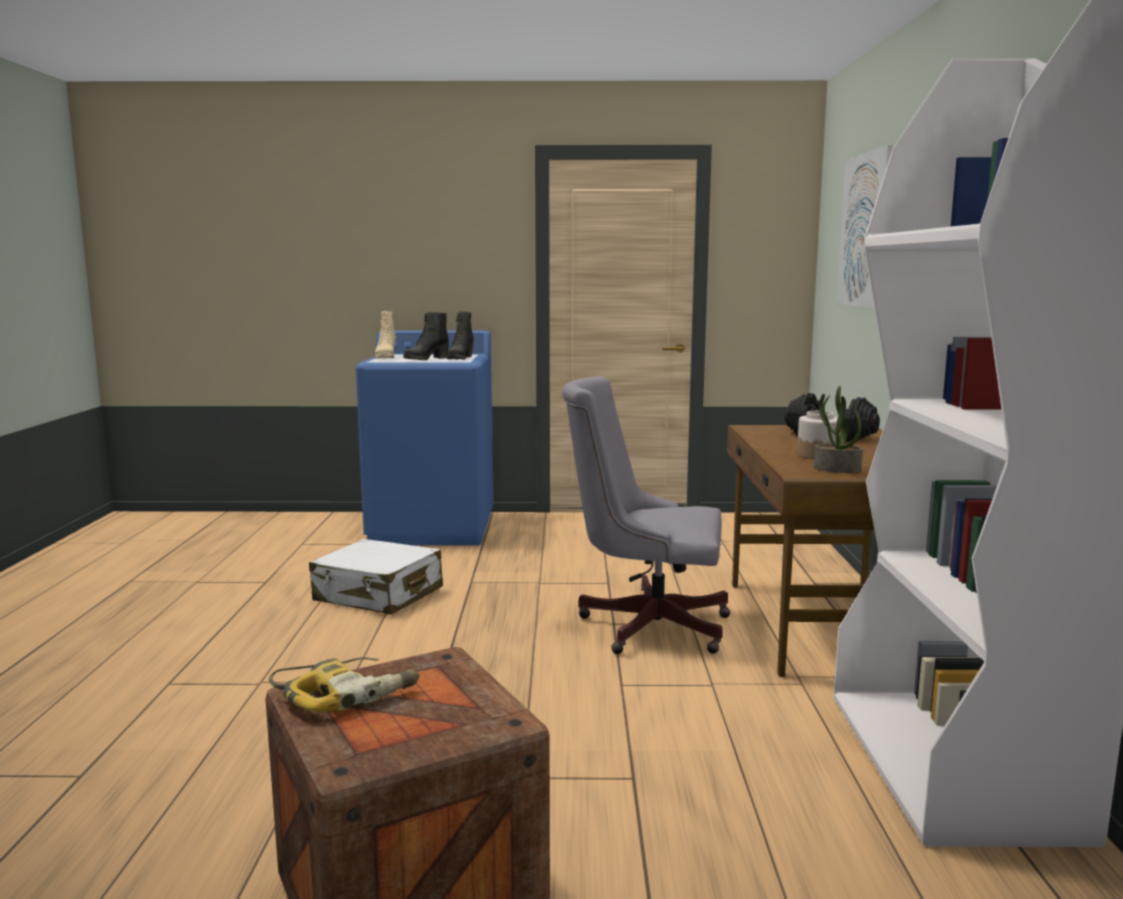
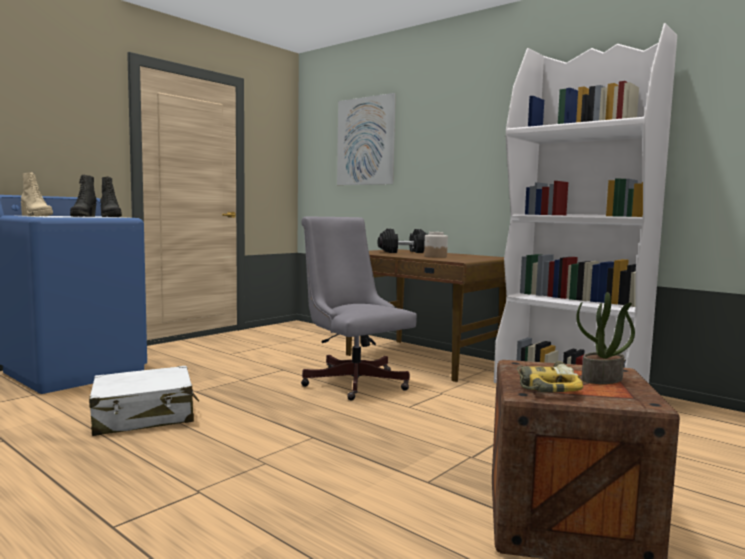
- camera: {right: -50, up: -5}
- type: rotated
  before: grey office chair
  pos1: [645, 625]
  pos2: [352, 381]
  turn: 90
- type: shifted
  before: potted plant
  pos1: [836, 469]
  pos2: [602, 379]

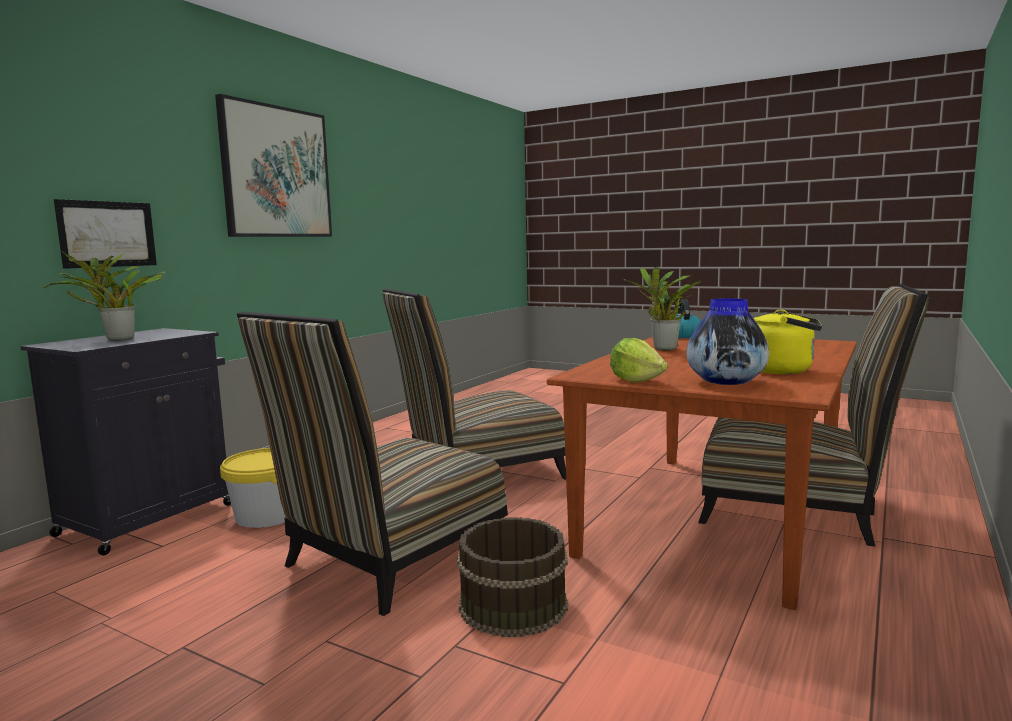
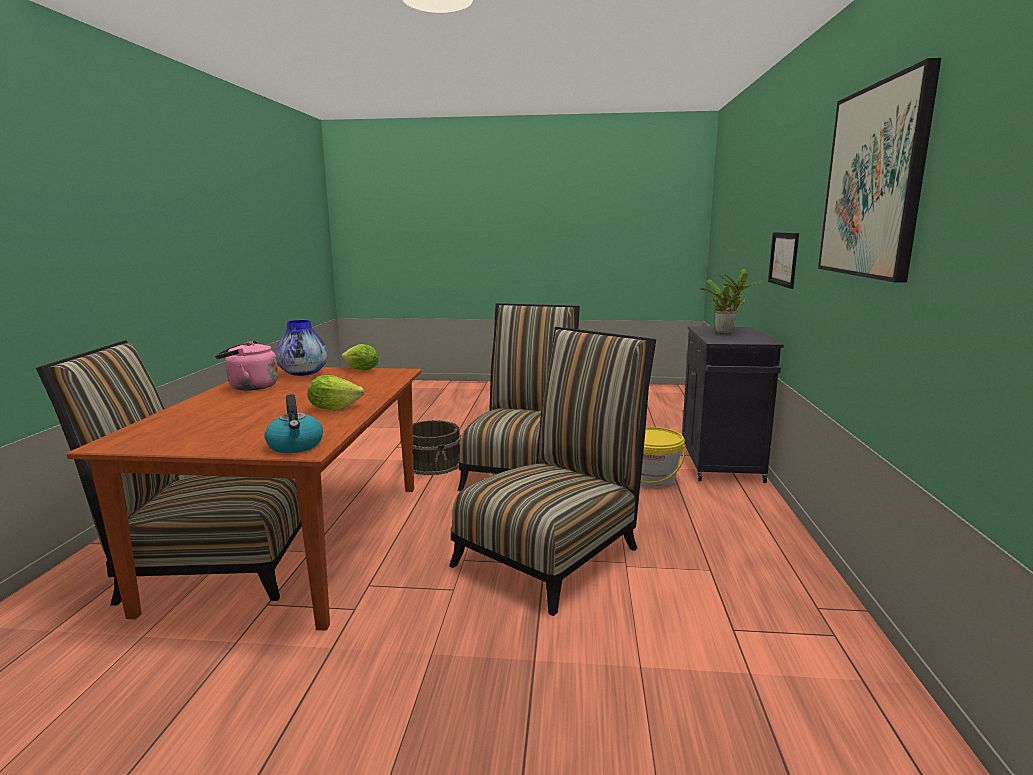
- camera: {right: 155, up: 5}
- type: swapped
  before: potted plant
  after: lettuce
  pos1: [663, 349]
  pos2: [333, 408]
- type: repainted
  before: yellow kettle
  after: pink kettle
  pos1: [783, 371]
  pos2: [250, 387]

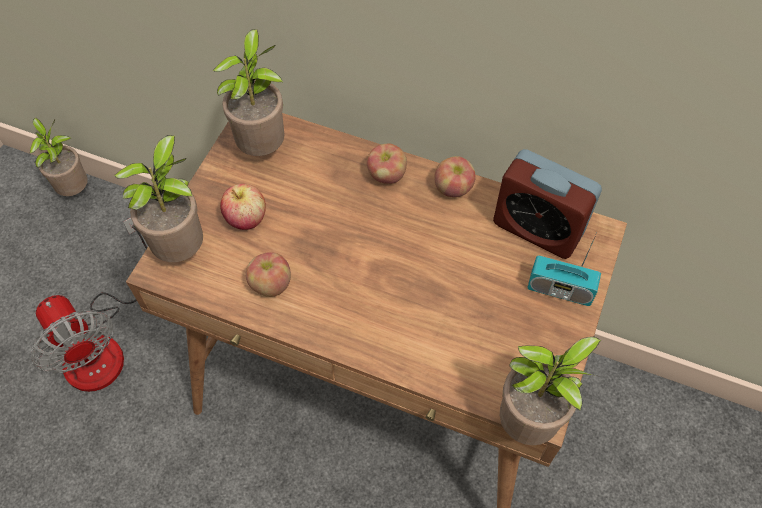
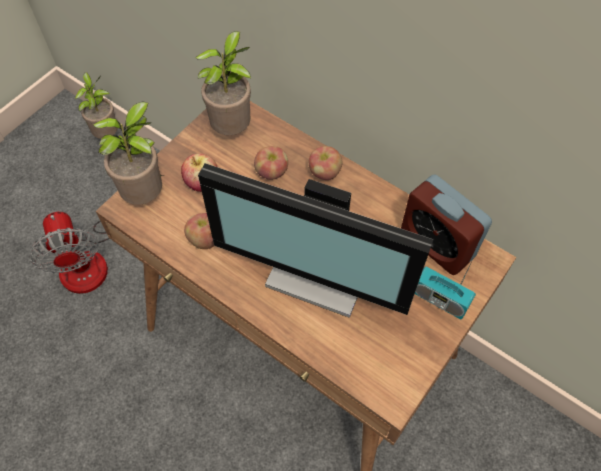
- camera: {right: 15, up: 0}
- type: shifted
  before: apple
  pos1: [453, 188]
  pos2: [271, 172]
- type: gone
  before: potted plant
  pos1: [529, 422]
- type: new
  after: monitor
  pos2: [322, 270]

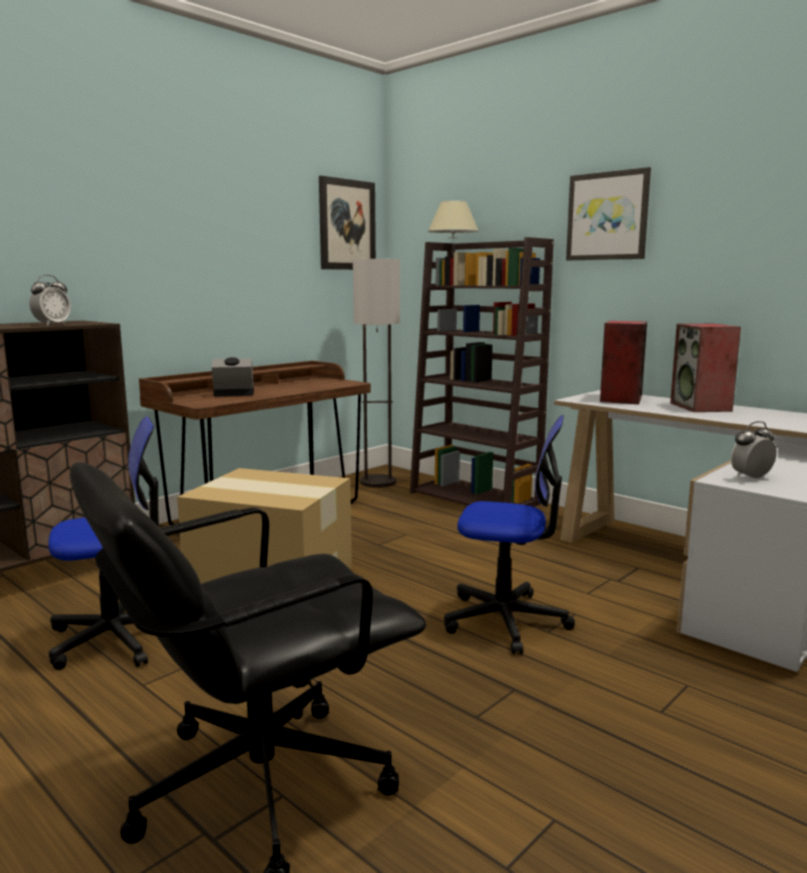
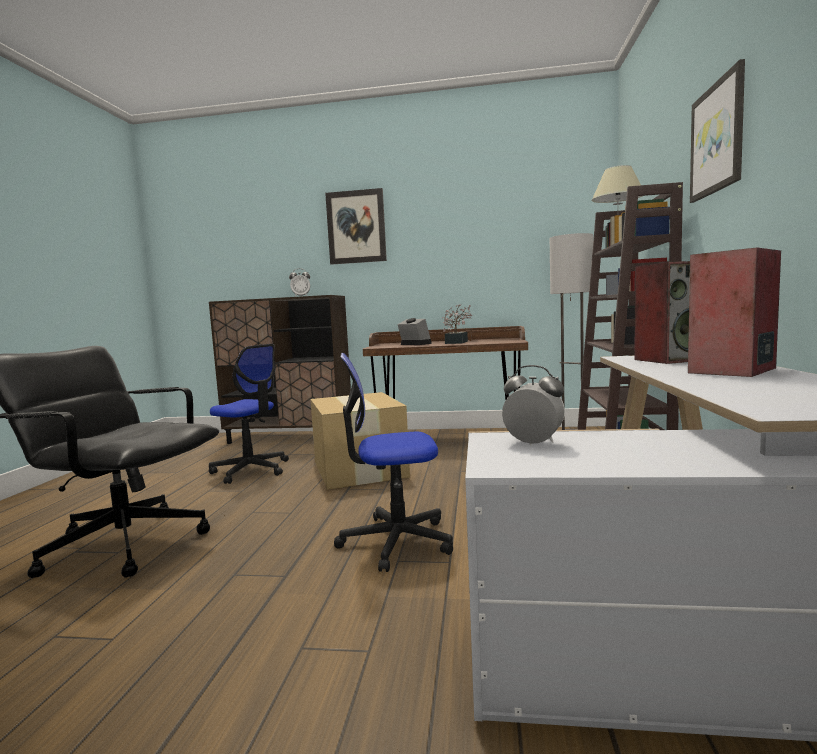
- camera: {right: 55, up: -5}
- type: shifted
  before: picture
  pos1: [347, 225]
  pos2: [356, 227]
- type: rotated
  before: office chair
  pos1: [506, 620]
  pos2: [396, 541]
  turn: 105
- type: new
  after: potted plant
  pos2: [457, 342]

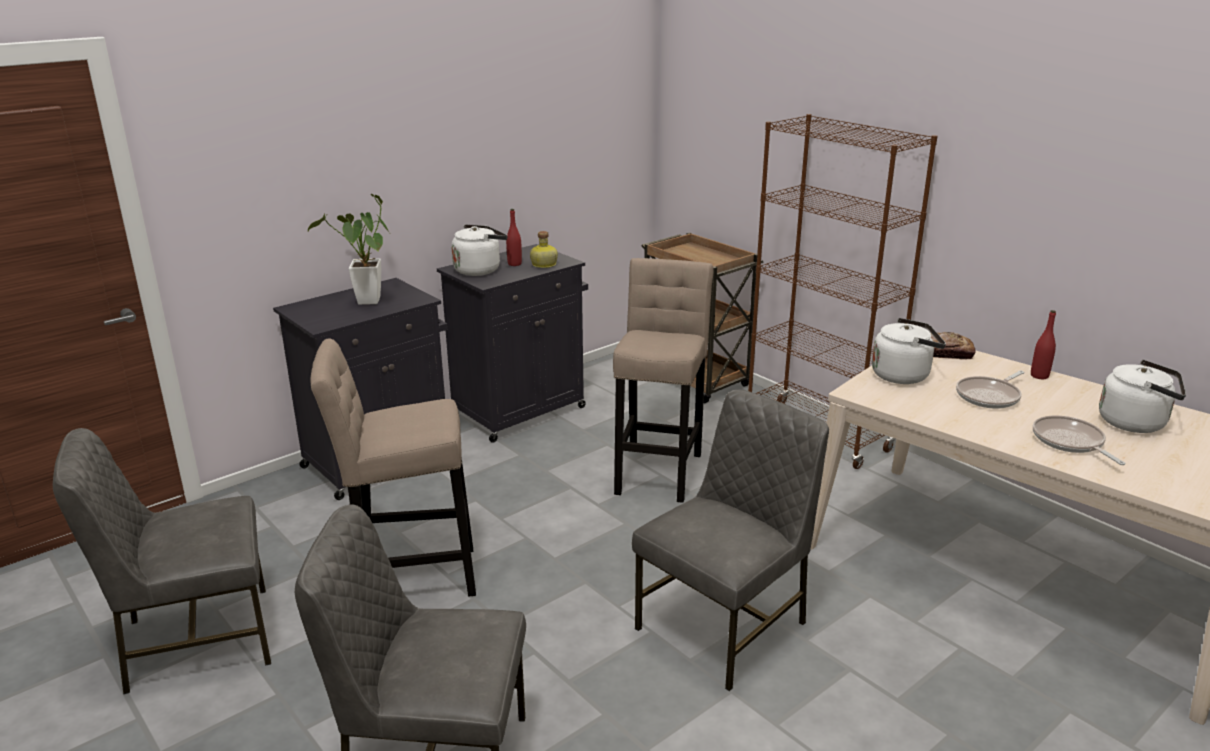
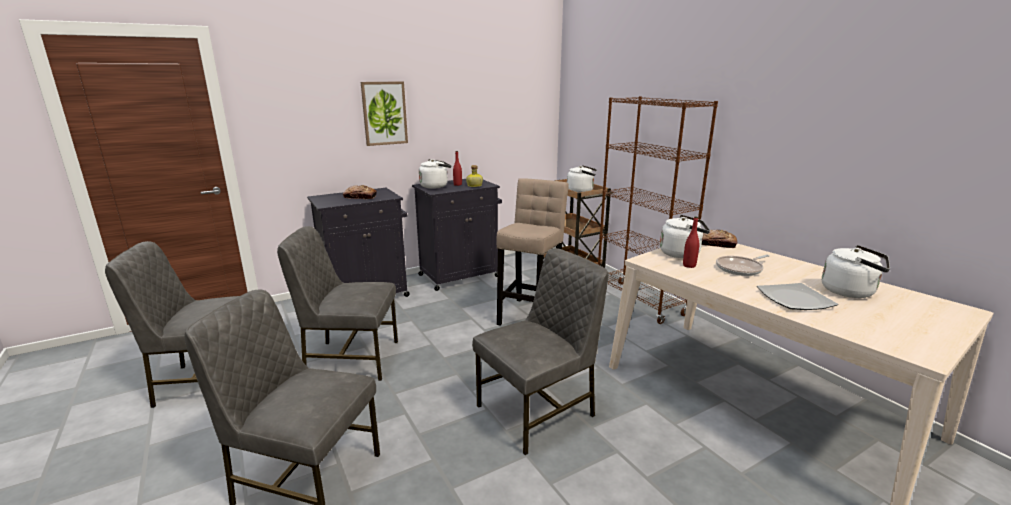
- camera: {right: 10, up: -5}
- type: swapped
  before: potted plant
  after: bread
  pos1: [367, 303]
  pos2: [360, 197]
- type: shifted
  before: red bottle
  pos1: [1039, 376]
  pos2: [689, 265]
- type: swapped
  before: beige stool
  after: grey chair
  pos1: [408, 577]
  pos2: [350, 359]
- type: swapped
  before: frying pan
  after: plate
  pos1: [1070, 442]
  pos2: [794, 299]
- type: new
  after: picture
  pos2: [384, 113]
- type: new
  after: white kettle
  pos2: [581, 191]

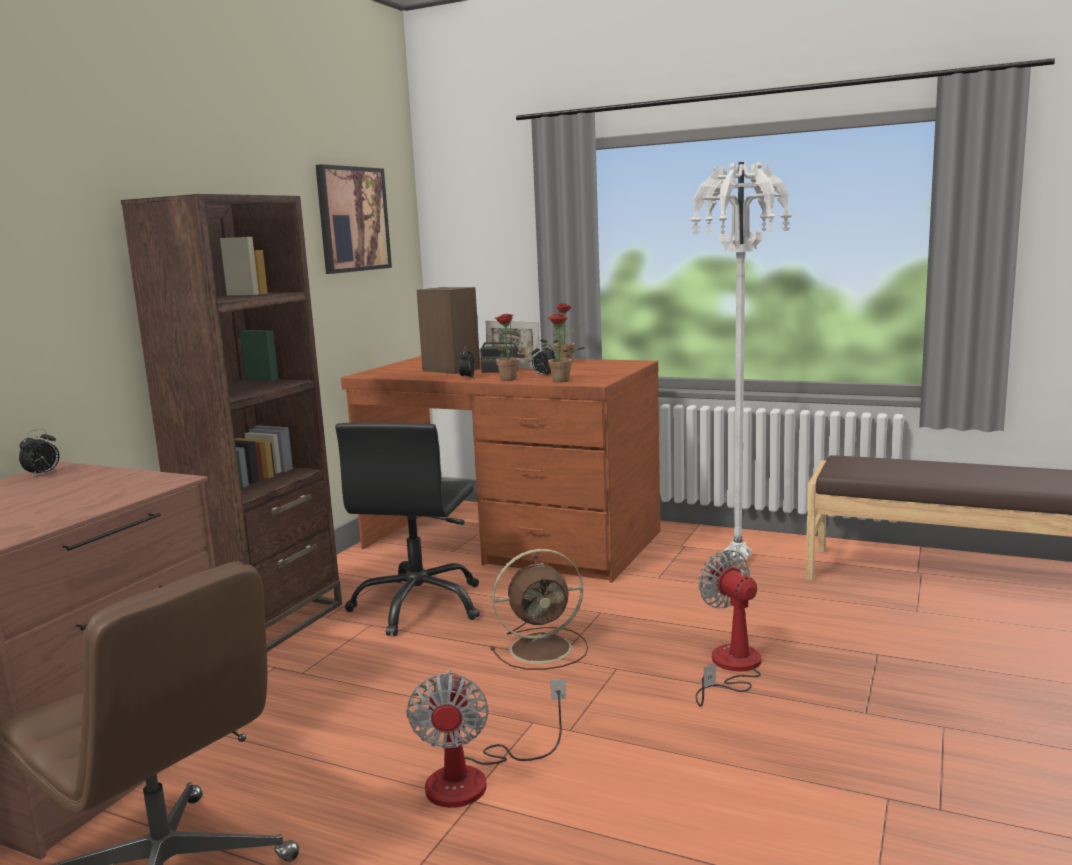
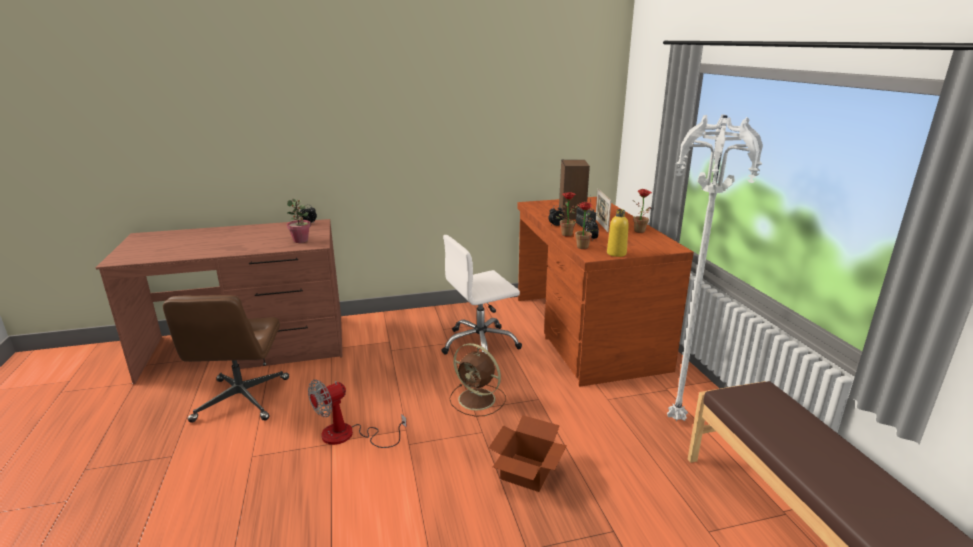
- camera: {right: 50, up: 10}
- type: gone
  before: picture
  pos1: [352, 219]
- type: gone
  before: brown bookcase
  pos1: [267, 623]
- type: repainted
  before: black office chair
  after: white office chair
  pos1: [419, 605]
  pos2: [480, 345]
- type: swapped
  before: fan
  after: cardboard box
  pos1: [731, 668]
  pos2: [525, 473]
- type: new
  after: potted plant
  pos2: [301, 240]
- type: new
  after: yellow bottle
  pos2: [616, 253]

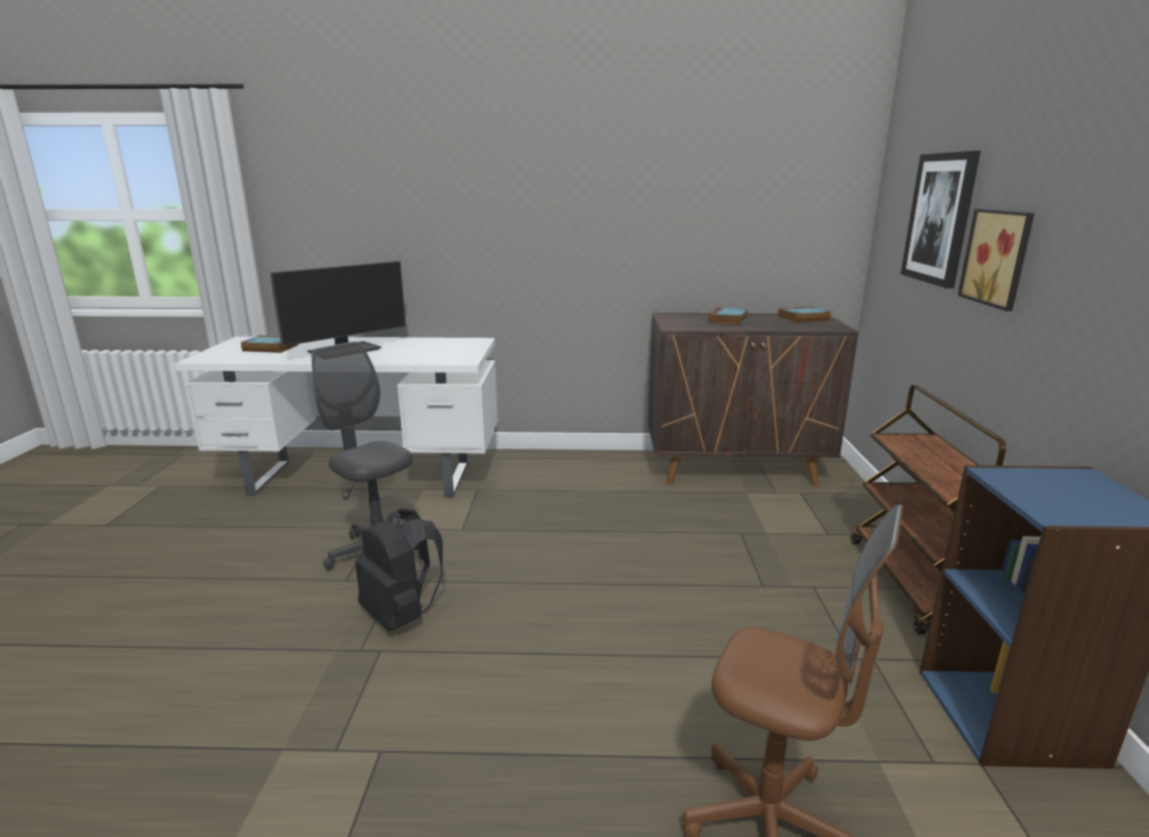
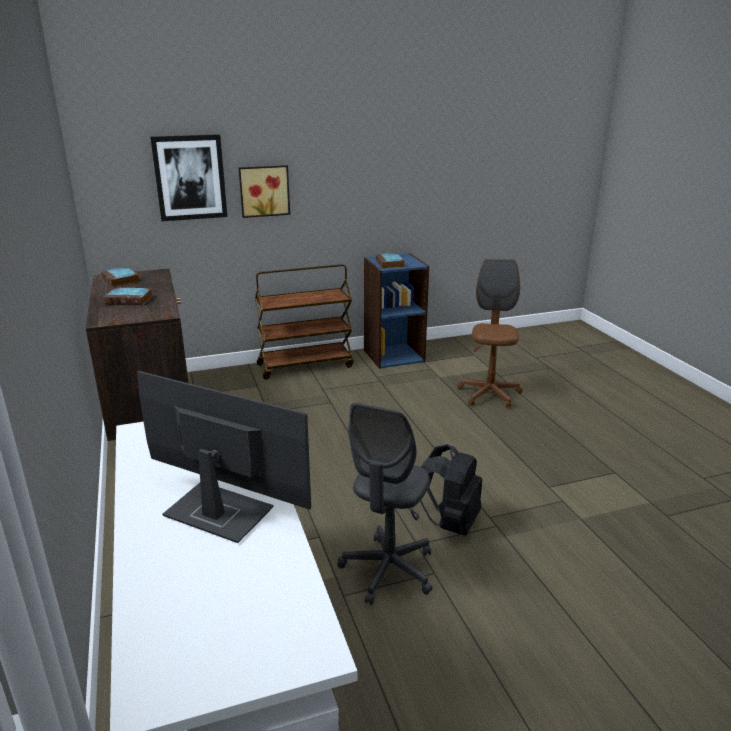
- camera: {right: -110, up: 5}
- type: shifted
  before: book
  pos1: [269, 348]
  pos2: [390, 263]

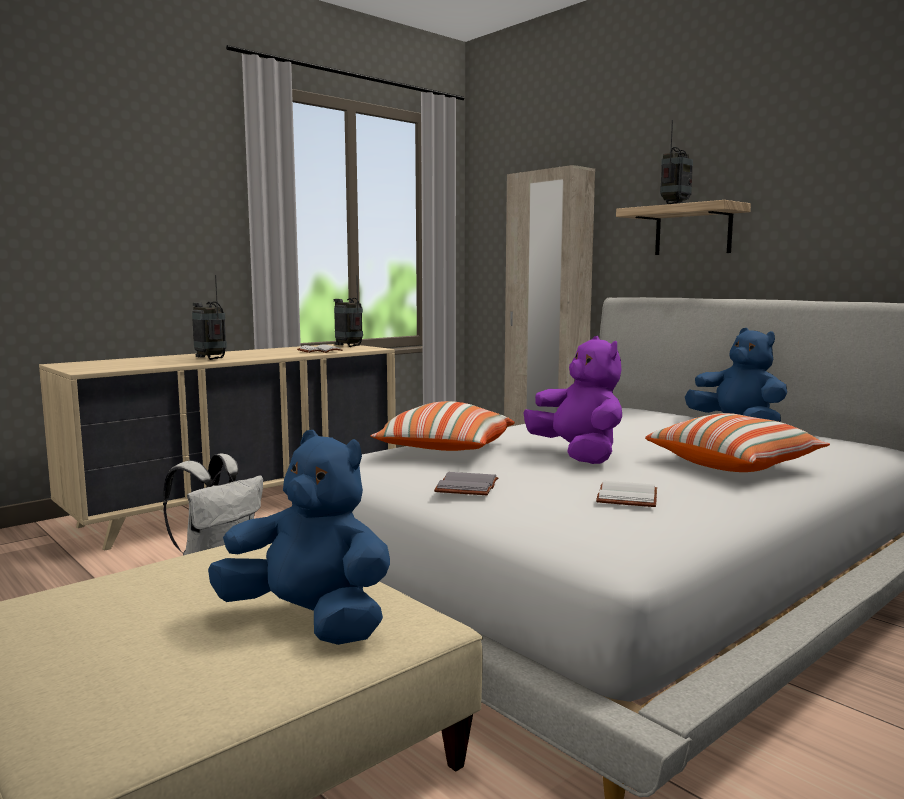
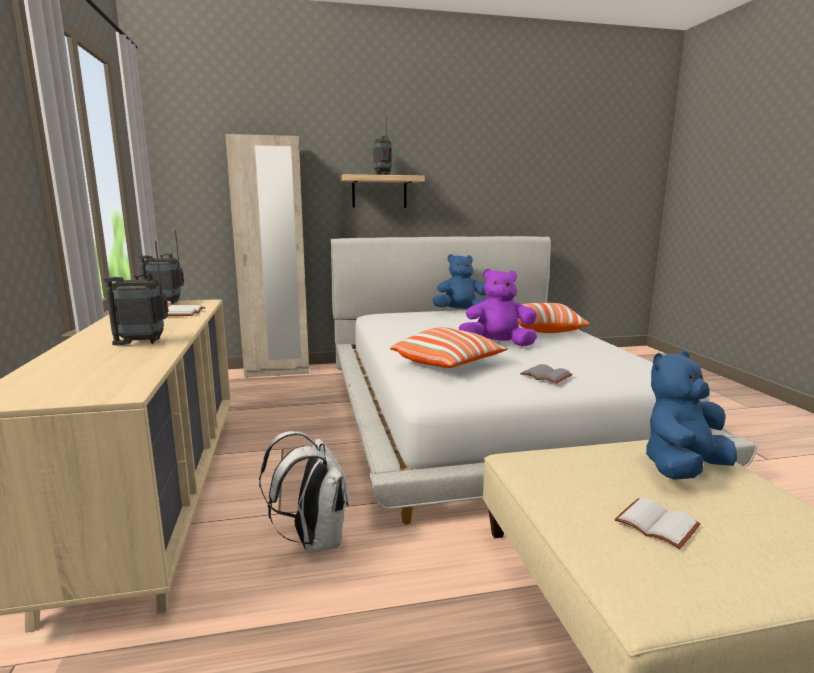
- camera: {right: -60, up: 5}
- type: shifted
  before: white book
  pos1: [629, 497]
  pos2: [658, 524]

